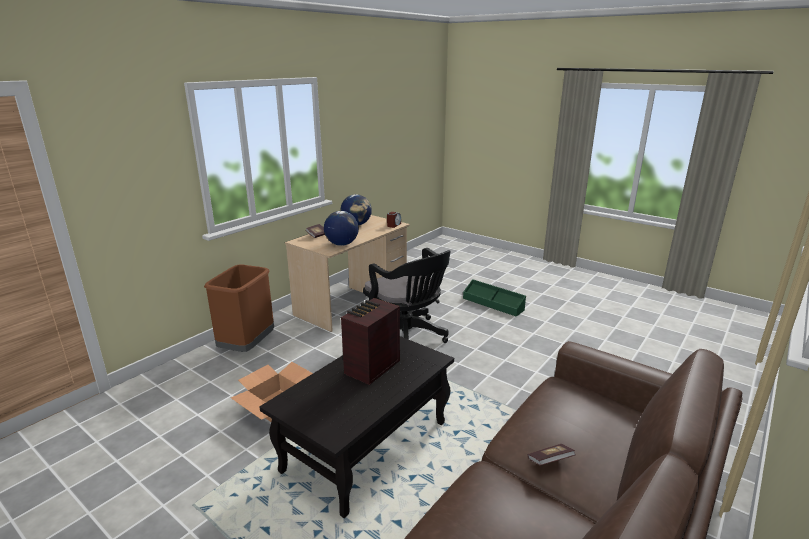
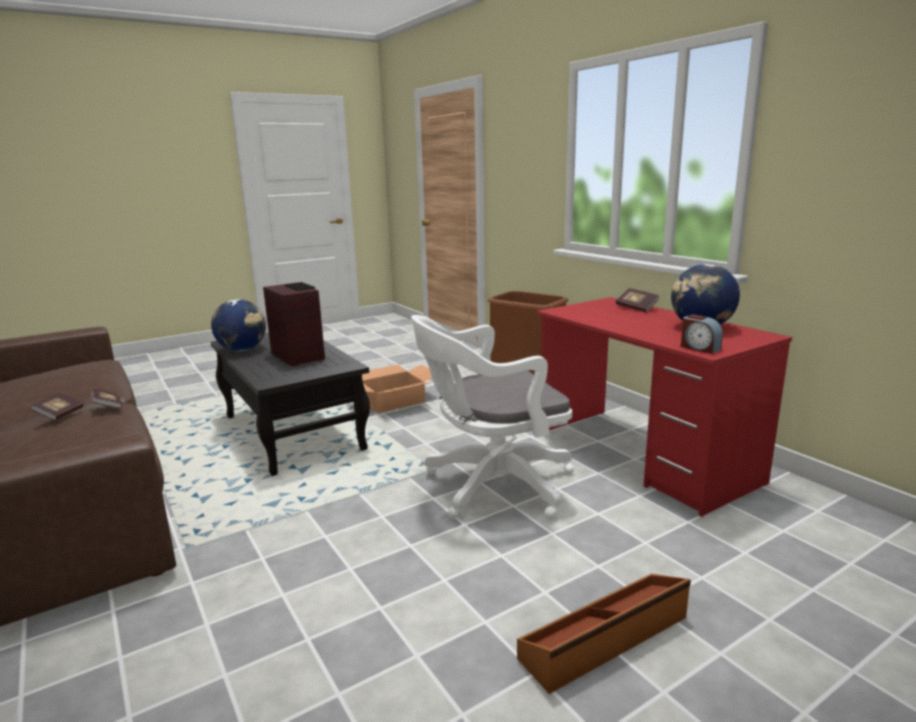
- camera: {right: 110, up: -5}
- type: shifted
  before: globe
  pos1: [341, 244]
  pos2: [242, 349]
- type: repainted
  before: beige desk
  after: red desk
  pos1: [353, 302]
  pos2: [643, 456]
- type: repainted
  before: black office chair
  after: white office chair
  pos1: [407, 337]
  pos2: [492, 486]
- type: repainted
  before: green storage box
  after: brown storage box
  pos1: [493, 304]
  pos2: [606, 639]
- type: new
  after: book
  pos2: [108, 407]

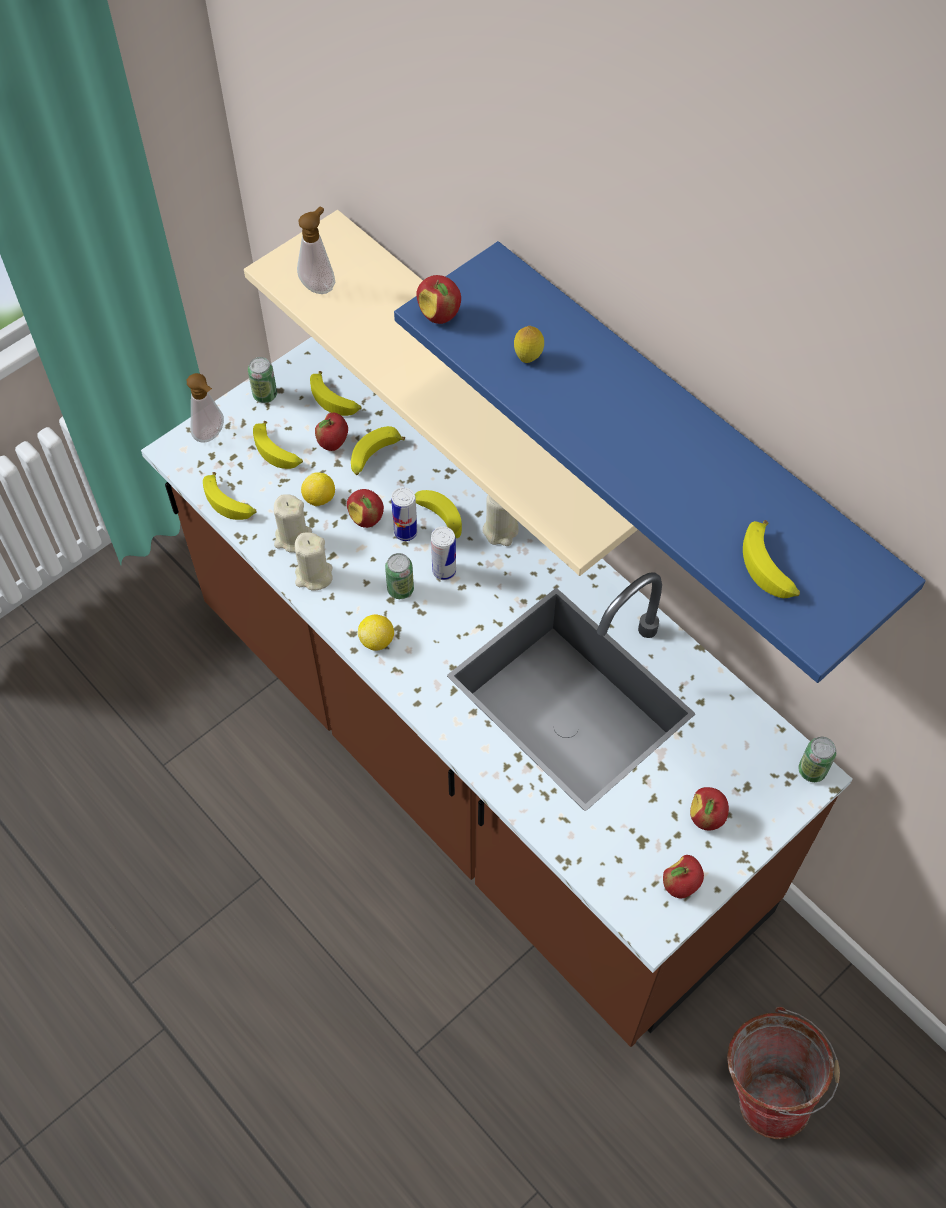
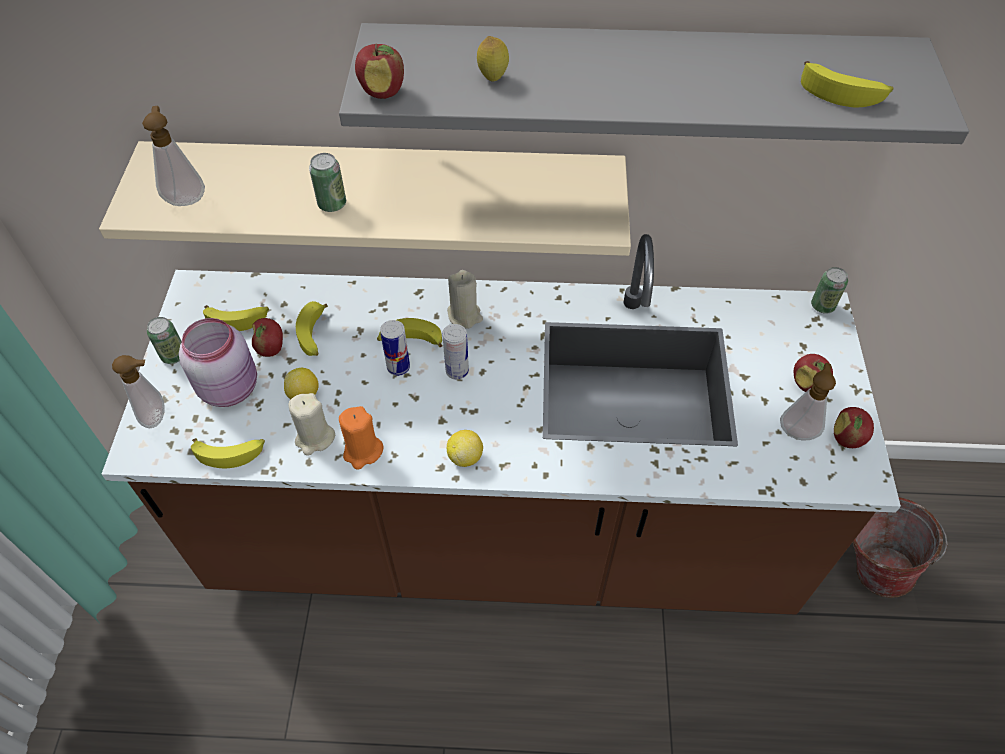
- camera: {right: -45, up: -5}
- type: repainted
  before: blue shelf
  after: grey shelf
  pos1: [688, 435]
  pos2: [635, 82]
- type: swapped
  before: banana
  after: pink jar
  pos1: [278, 452]
  pos2: [231, 387]
- type: gone
  before: apple
  pos1: [367, 519]
- type: repainted
  before: beige candle
  after: orange candle
  pos1: [313, 576]
  pos2: [362, 451]
- type: shifted
  before: can
  pos1: [400, 589]
  pos2: [332, 204]
- type: new
  after: soap dispenser
  pos2: [797, 430]

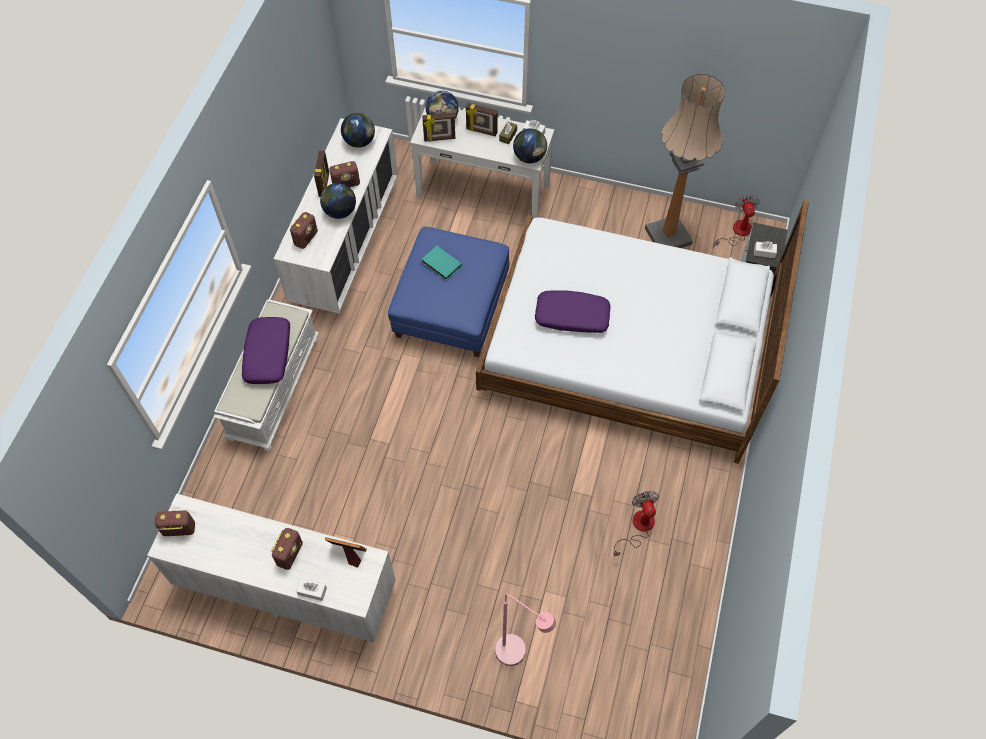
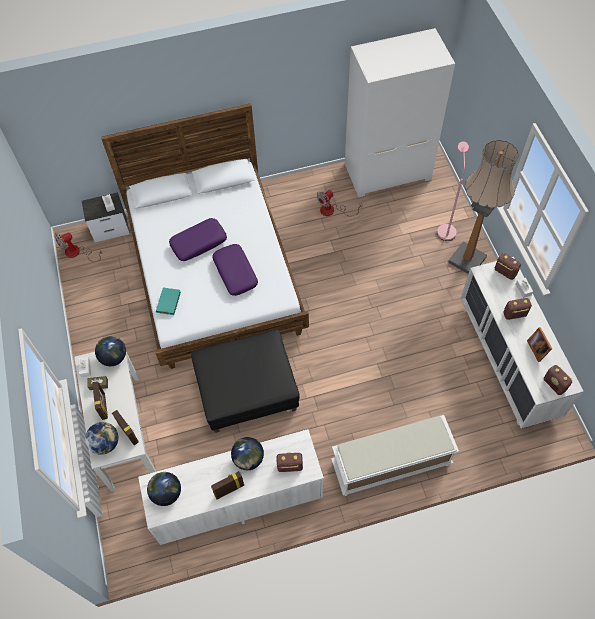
- camera: {right: -120, up: 0}
- type: shifted
  before: floor lamp
  pos1: [668, 236]
  pos2: [467, 259]
- type: shifted
  before: radio
  pos1: [346, 184]
  pos2: [504, 272]
- type: repainted
  before: blue ottoman
  after: black ottoman
  pos1: [452, 307]
  pos2: [247, 389]
- type: shifted
  before: turquoise book
  pos1: [440, 265]
  pos2: [169, 302]
- type: shifted
  before: purple pillow
  pos1: [268, 355]
  pos2: [198, 243]
- type: shifted
  before: picture frame
  pos1: [348, 554]
  pos2: [537, 348]
- type: new
  after: white wardrobe
  pos2: [388, 171]

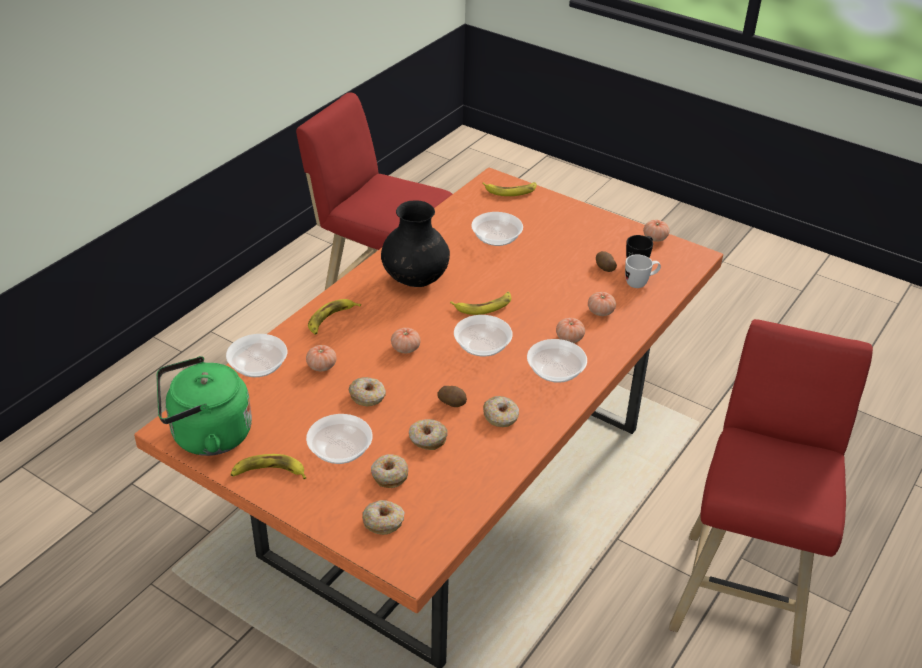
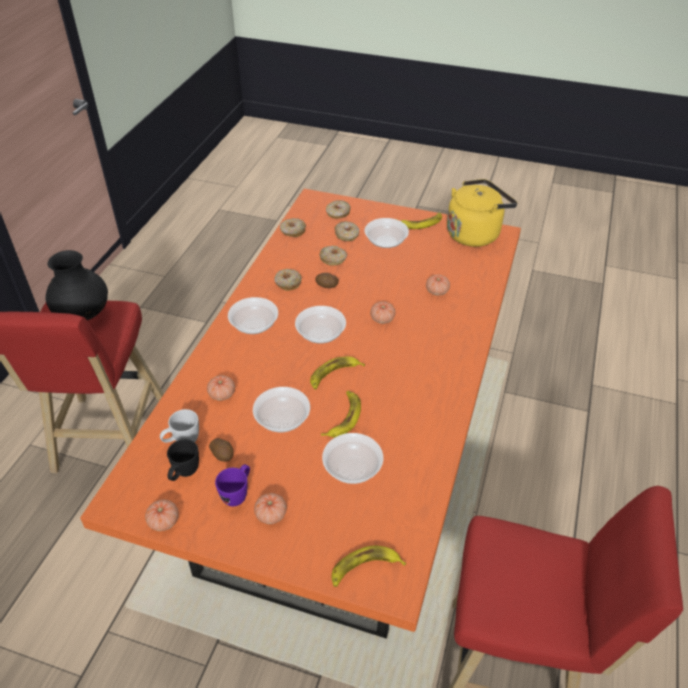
- camera: {right: 165, up: 5}
- type: shifted
  before: black vase
  pos1: [415, 280]
  pos2: [84, 315]
- type: shifted
  before: banana
  pos1: [331, 319]
  pos2: [343, 417]
- type: shifted
  before: tomato
  pos1: [569, 338]
  pos2: [271, 514]
- type: shifted
  before: bowl
  pos1: [258, 367]
  pos2: [282, 419]
- type: repainted
  before: green kettle
  after: yellow kettle
  pos1: [206, 436]
  pos2: [475, 233]
- type: shifted
  before: donut
  pos1: [368, 396]
  pos2: [292, 231]
- type: new
  after: purple mug
  pos2: [237, 494]

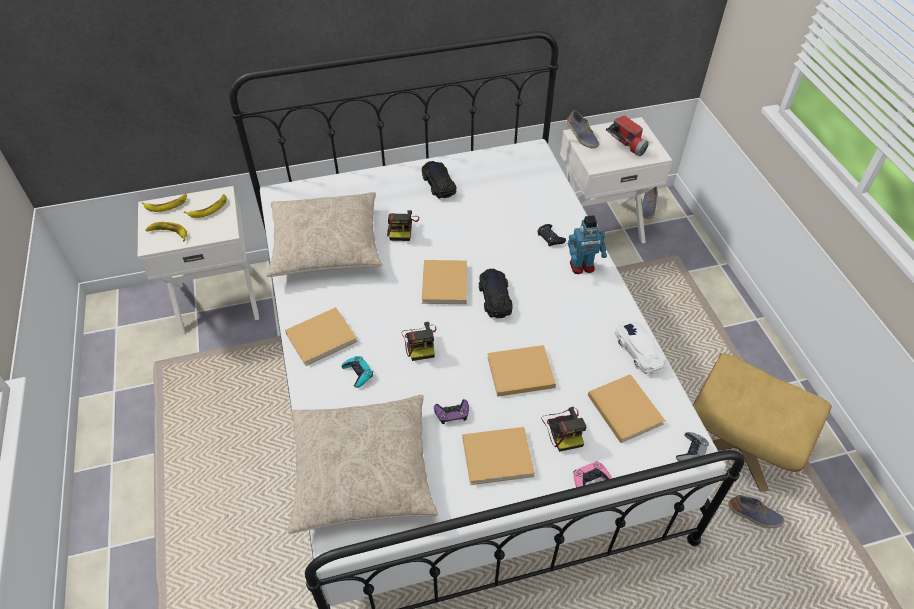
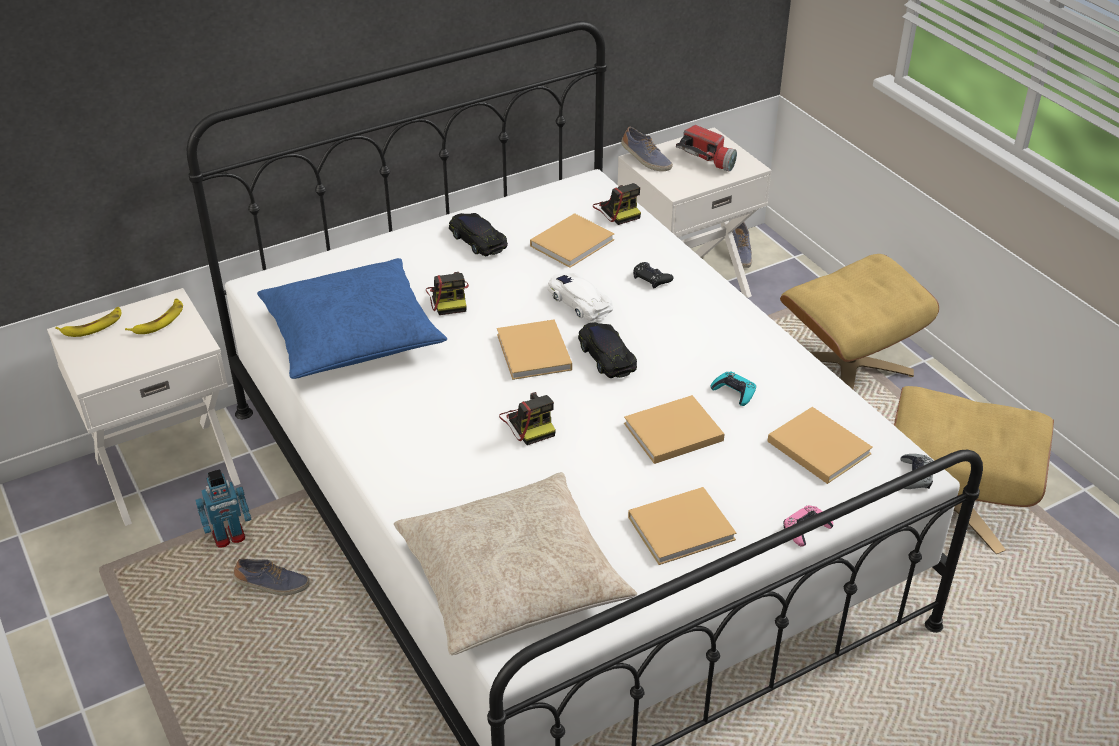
- camera: {right: -15, up: -10}
- type: repainted
  before: beige pillow
  after: blue pillow
  pos1: [326, 245]
  pos2: [351, 335]
- type: shifted
  before: toy robot
  pos1: [582, 267]
  pos2: [229, 537]
- type: gone
  before: banana
  pos1: [168, 233]
- type: shifted
  before: beige book
  pos1: [323, 337]
  pos2: [573, 242]
- type: shifted
  before: white toy car
  pos1: [638, 350]
  pos2: [579, 301]
- type: shifted
  before: turquoise game controller
  pos1: [358, 373]
  pos2: [734, 392]
- type: gone
  before: purple game controller
  pos1: [452, 413]
- type: shifted
  before: photo camera
  pos1: [564, 429]
  pos2: [617, 210]
- type: shifted
  before: shoe
  pos1: [754, 516]
  pos2: [272, 586]
- type: new
  after: beige ottoman
  pos2: [847, 364]

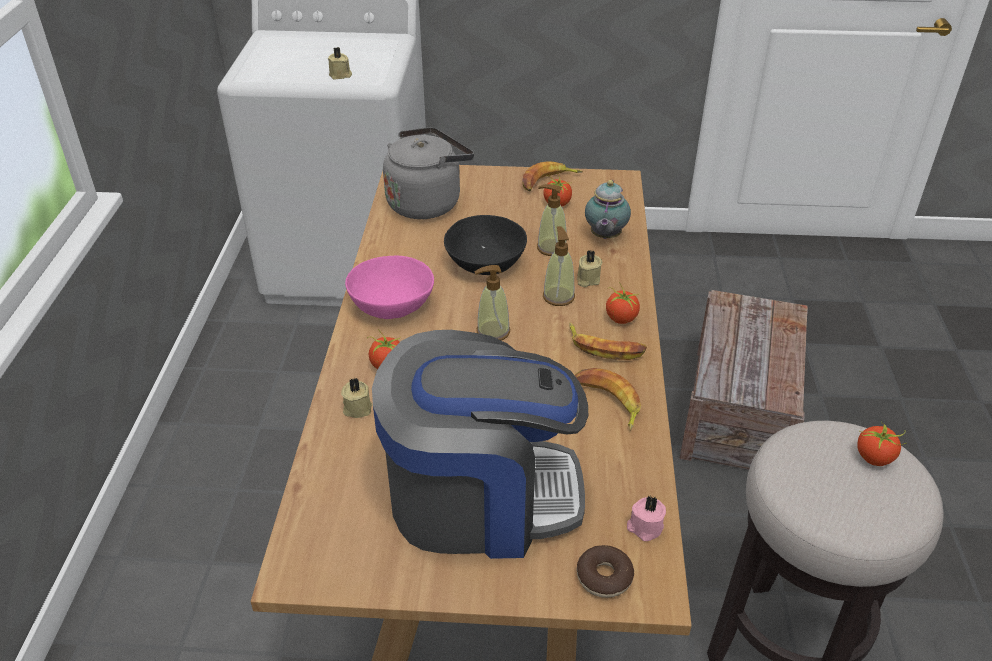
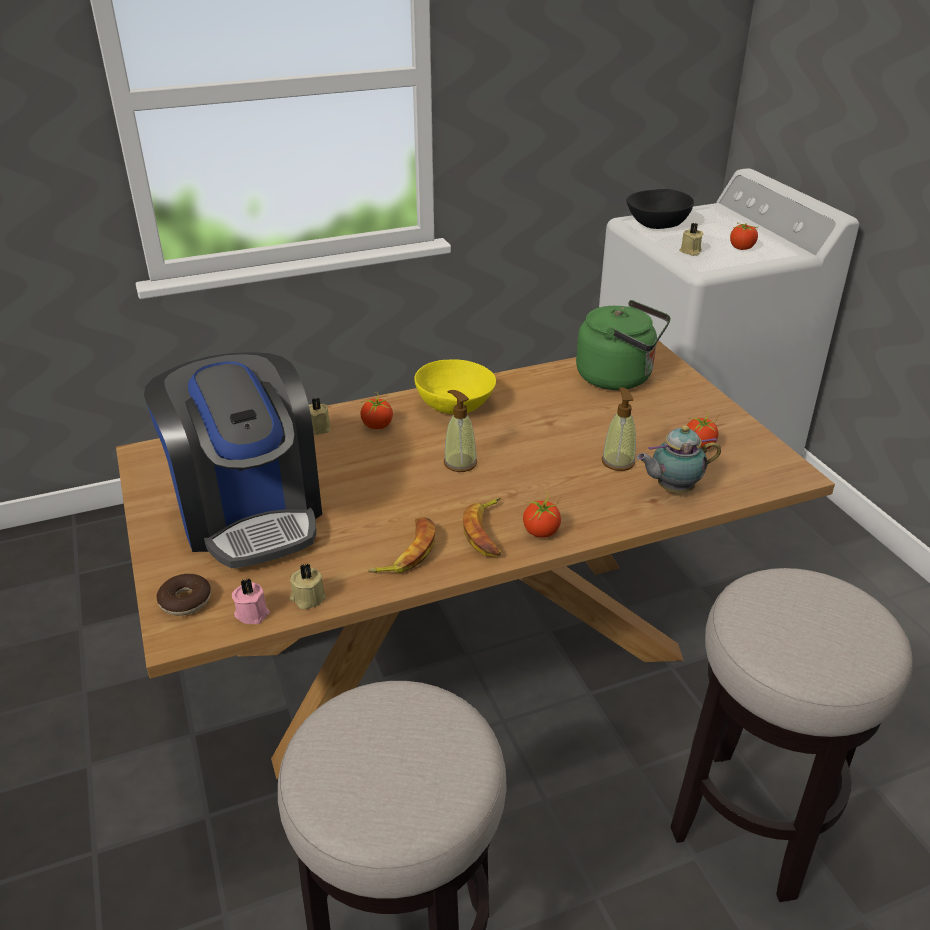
- camera: {right: 65, up: -5}
- type: repainted
  before: grey kettle
  after: green kettle
  pos1: [427, 202]
  pos2: [619, 377]
- type: gone
  before: banana
  pos1: [548, 181]
- type: shifted
  before: black bowl
  pos1: [486, 264]
  pos2: [657, 224]
- type: gone
  before: soap dispenser
  pos1: [558, 296]
- type: shifted
  before: beige candle
  pos1: [587, 280]
  pos2: [307, 598]
- type: repainted
  before: pink bowl
  after: yellow bowl
  pos1: [391, 305]
  pos2: [455, 404]
- type: swapped
  before: crate
  after: stool
  pos1: [738, 410]
  pos2: [751, 824]
- type: shifted
  before: tomato
  pos1: [874, 457]
  pos2: [742, 248]

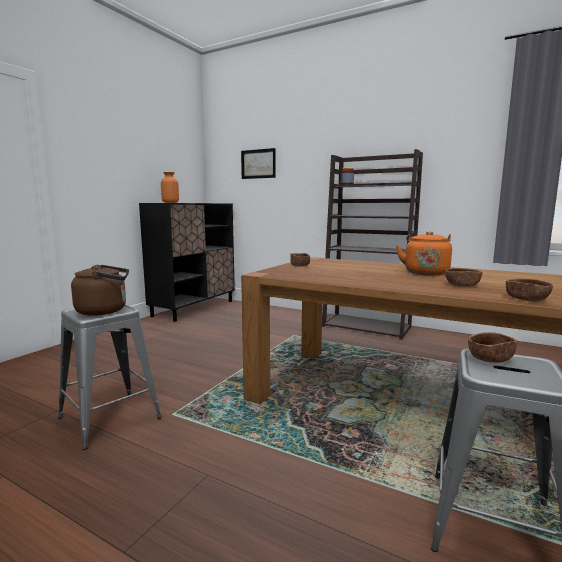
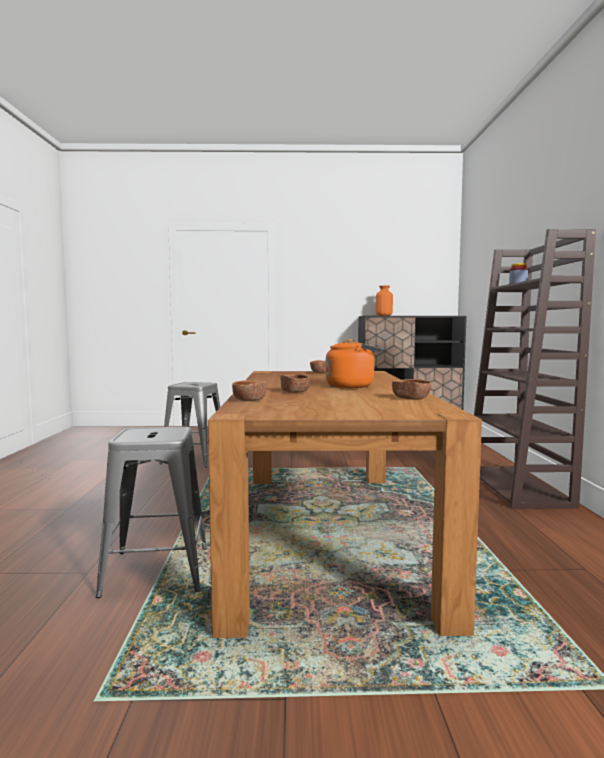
- camera: {right: 60, up: -5}
- type: gone
  before: picture
  pos1: [258, 164]
- type: gone
  before: brown kettle
  pos1: [105, 311]
- type: shifted
  before: brown bowl
  pos1: [490, 358]
  pos2: [411, 398]

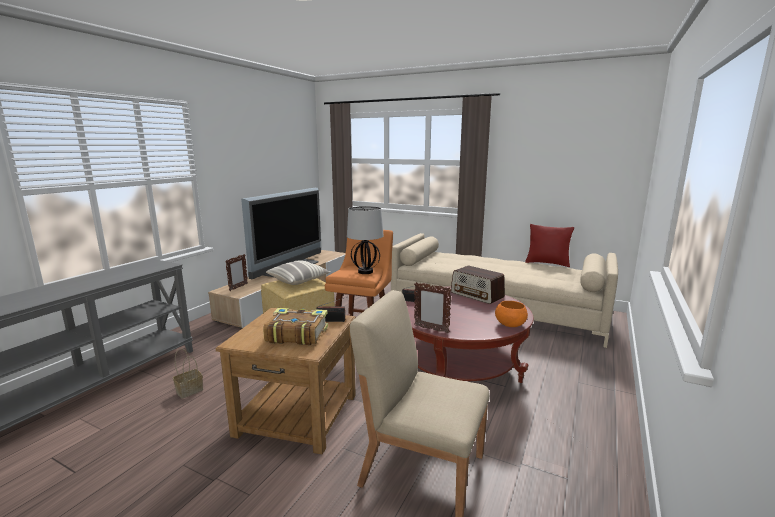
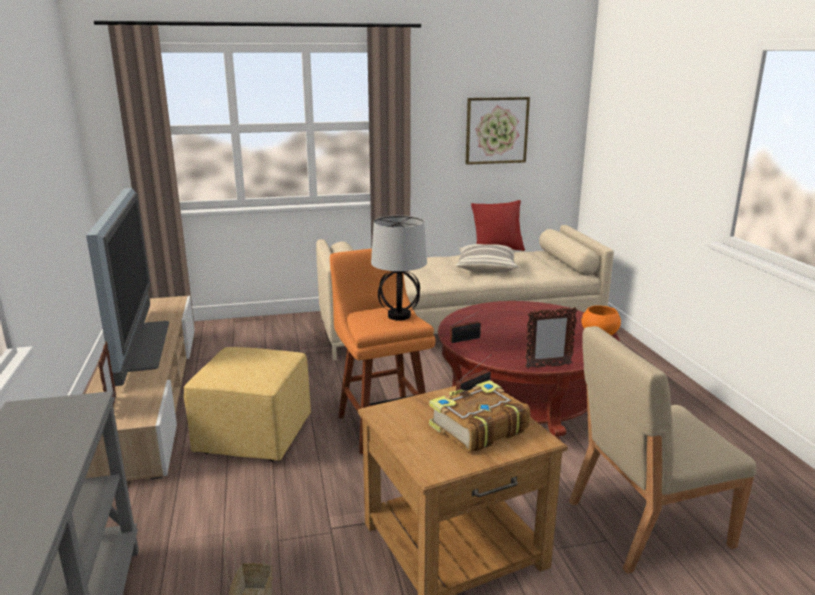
- camera: {right: -40, up: 5}
- type: shifted
  before: pillow
  pos1: [299, 280]
  pos2: [486, 268]
- type: gone
  before: radio
  pos1: [477, 295]
- type: new
  after: picture
  pos2: [496, 130]

